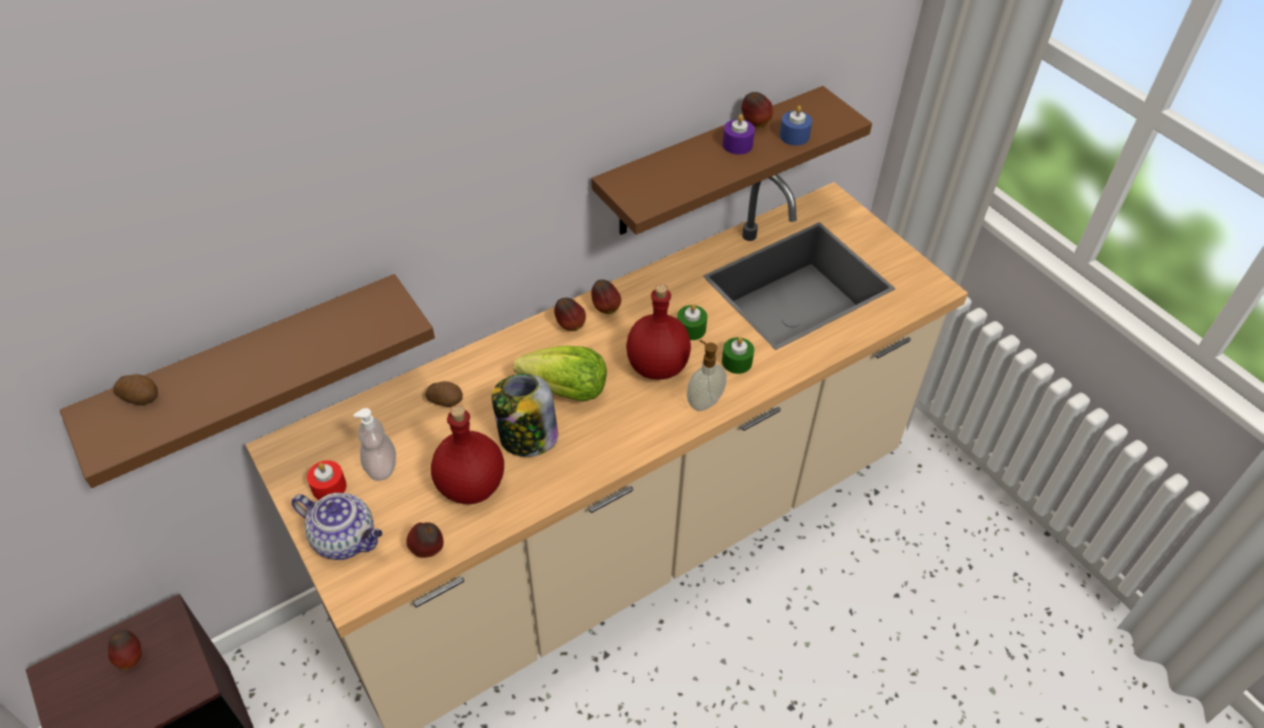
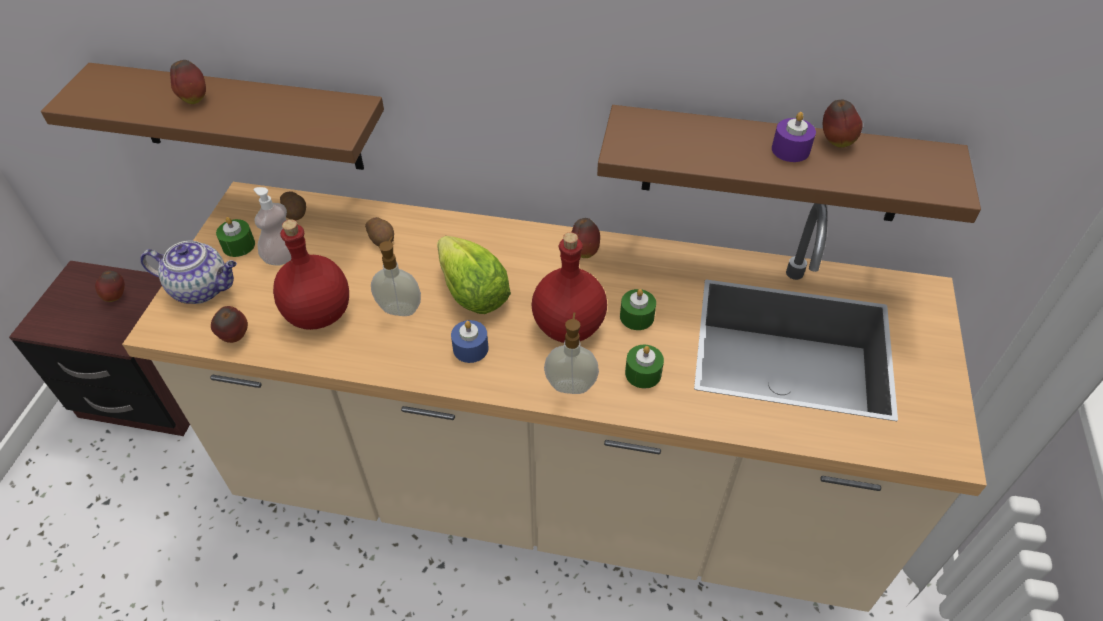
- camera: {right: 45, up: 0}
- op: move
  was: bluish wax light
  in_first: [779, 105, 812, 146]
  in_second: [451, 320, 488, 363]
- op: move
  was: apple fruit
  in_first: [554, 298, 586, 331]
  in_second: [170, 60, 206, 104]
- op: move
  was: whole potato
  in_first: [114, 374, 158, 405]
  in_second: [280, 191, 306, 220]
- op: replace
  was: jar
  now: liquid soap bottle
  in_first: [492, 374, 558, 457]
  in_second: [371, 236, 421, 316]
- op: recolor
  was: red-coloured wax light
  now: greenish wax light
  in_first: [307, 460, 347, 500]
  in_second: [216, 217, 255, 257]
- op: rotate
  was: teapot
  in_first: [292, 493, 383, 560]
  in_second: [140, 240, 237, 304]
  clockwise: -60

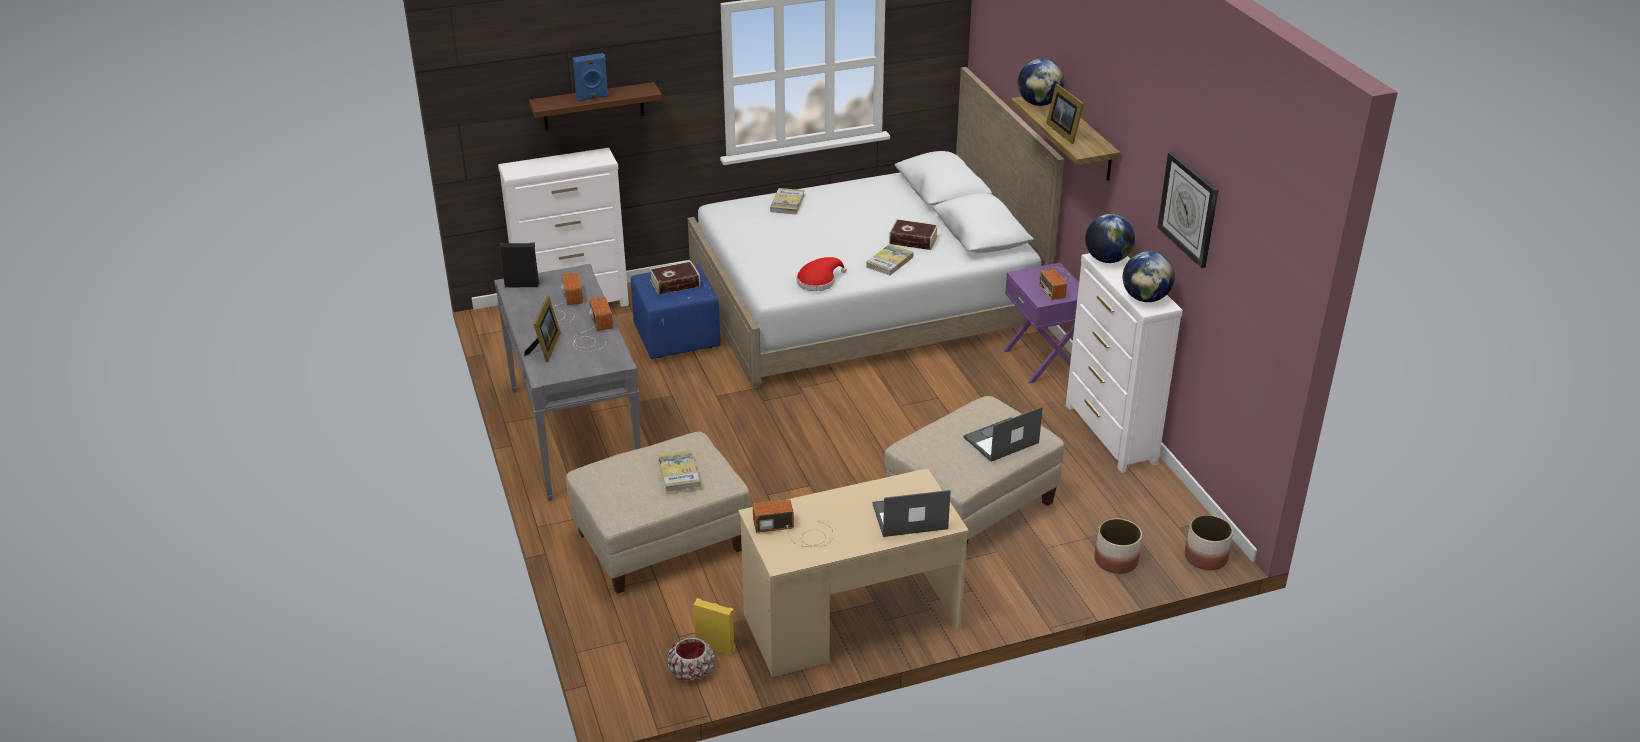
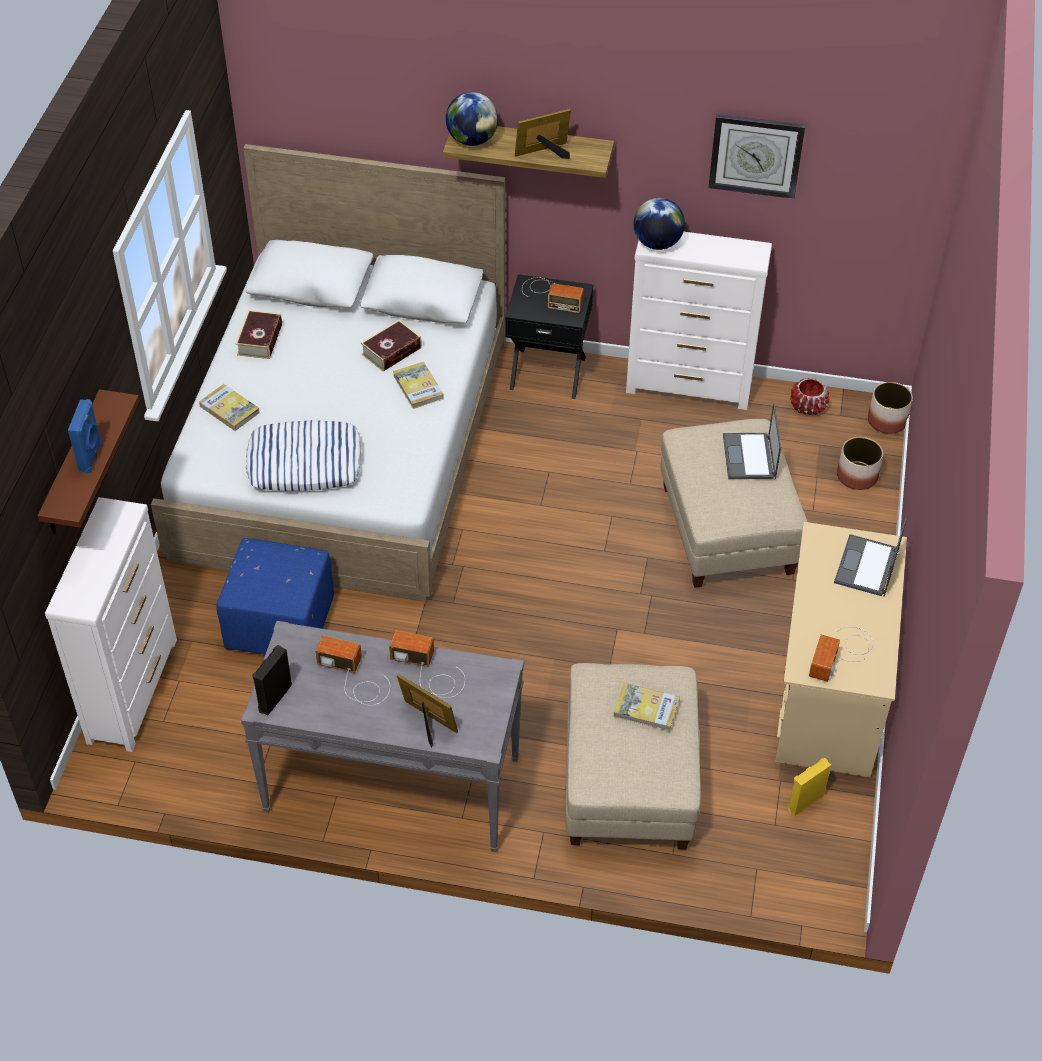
- camera: {right: -60, up: 15}
- op: rotate
  was: picture frame
  in_first: [1046, 84, 1084, 144]
  in_second: [515, 109, 571, 159]
  clockwise: 150
- op: delete
  was: world globe
  in_first: [1123, 251, 1175, 302]
- op: delete
  was: red-coloured hat
  in_first: [797, 257, 847, 291]
- op: move
  was: book
  in_first: [649, 261, 700, 295]
  in_second: [235, 310, 282, 359]
- op: recolor
  was: purple-coloured night table
  now: black-coloured night table
  in_first: [1003, 263, 1079, 383]
  in_second: [505, 274, 593, 399]
- op: move
  was: red-coloured flower pot
  in_first: [667, 637, 715, 682]
  in_second: [790, 378, 830, 415]
- op: insert
  now: throw pillow
  in_second: [246, 420, 362, 491]

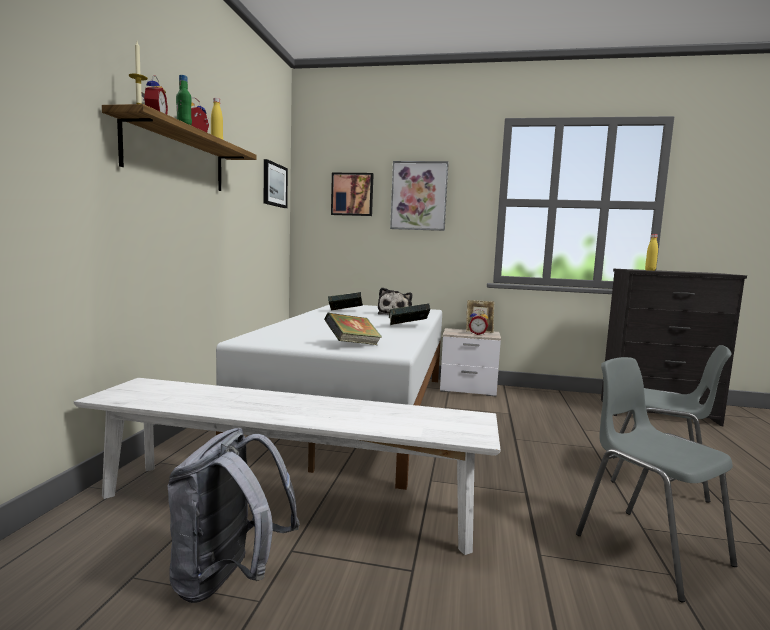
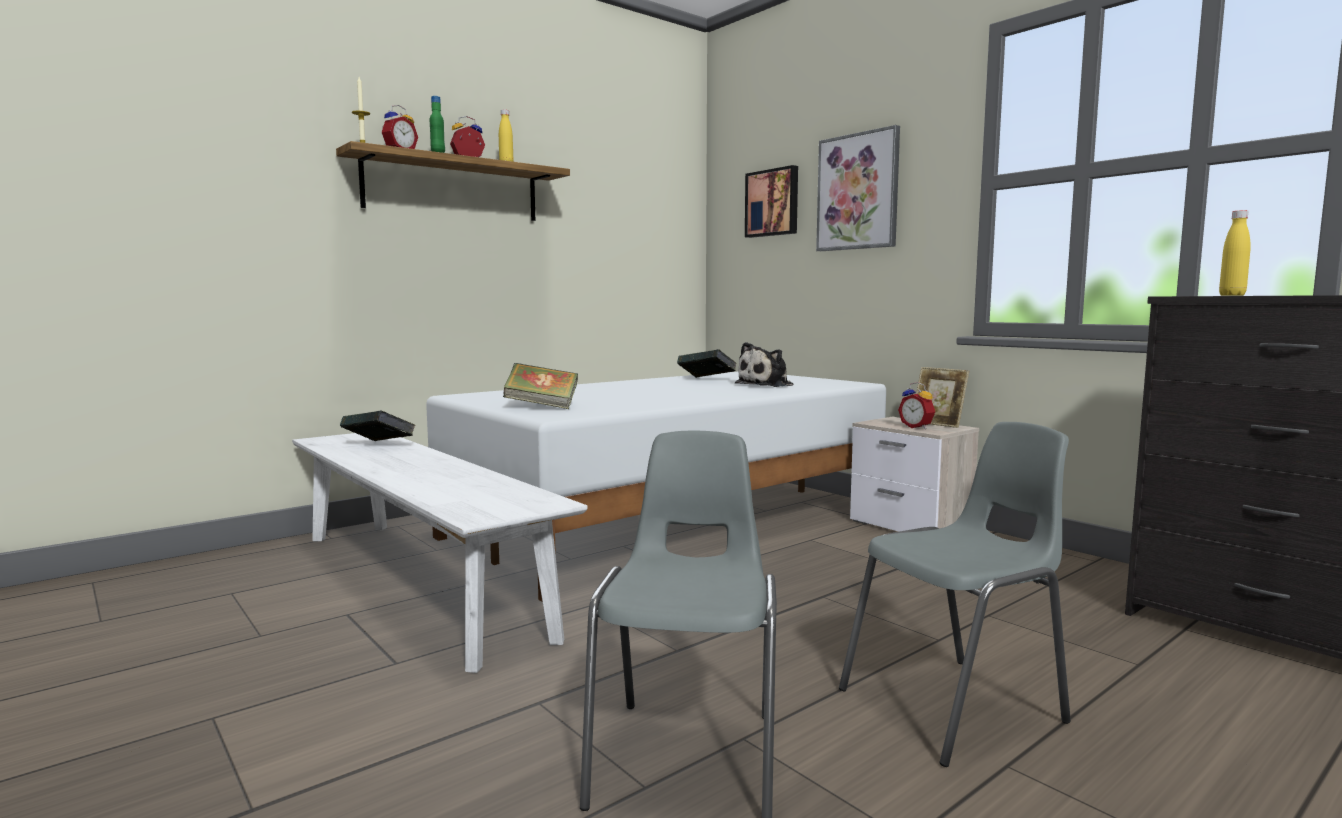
- camera: {right: 40, up: 0}
- op: delete
  was: wall art
  in_first: [264, 159, 288, 208]
- op: move
  was: book
  in_first: [389, 303, 430, 325]
  in_second: [340, 410, 416, 441]
- op: rotate
  was: greyish chair
  in_first: [611, 345, 732, 503]
  in_second: [839, 422, 1071, 767]
  clockwise: -90
- op: delete
  was: greyish rucksack
  in_first: [167, 428, 300, 603]

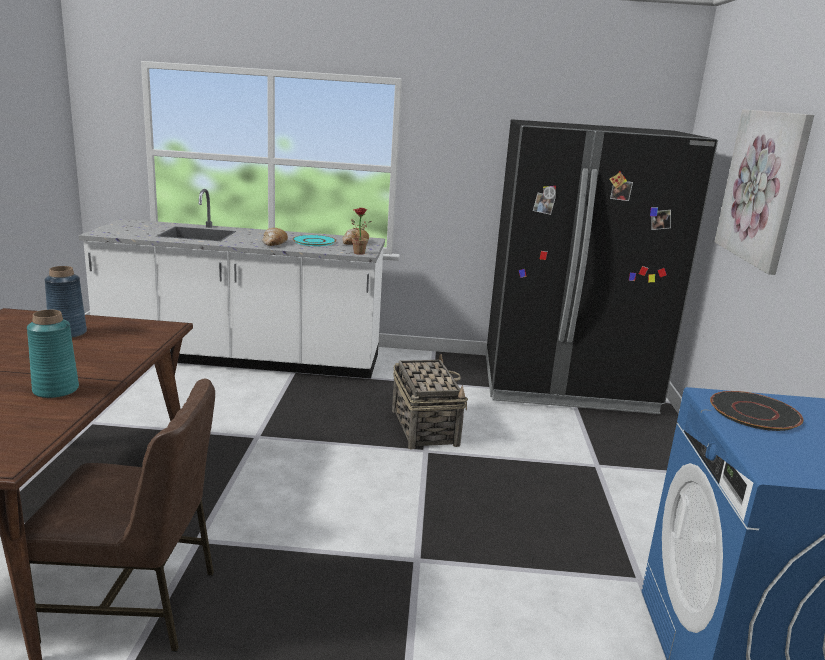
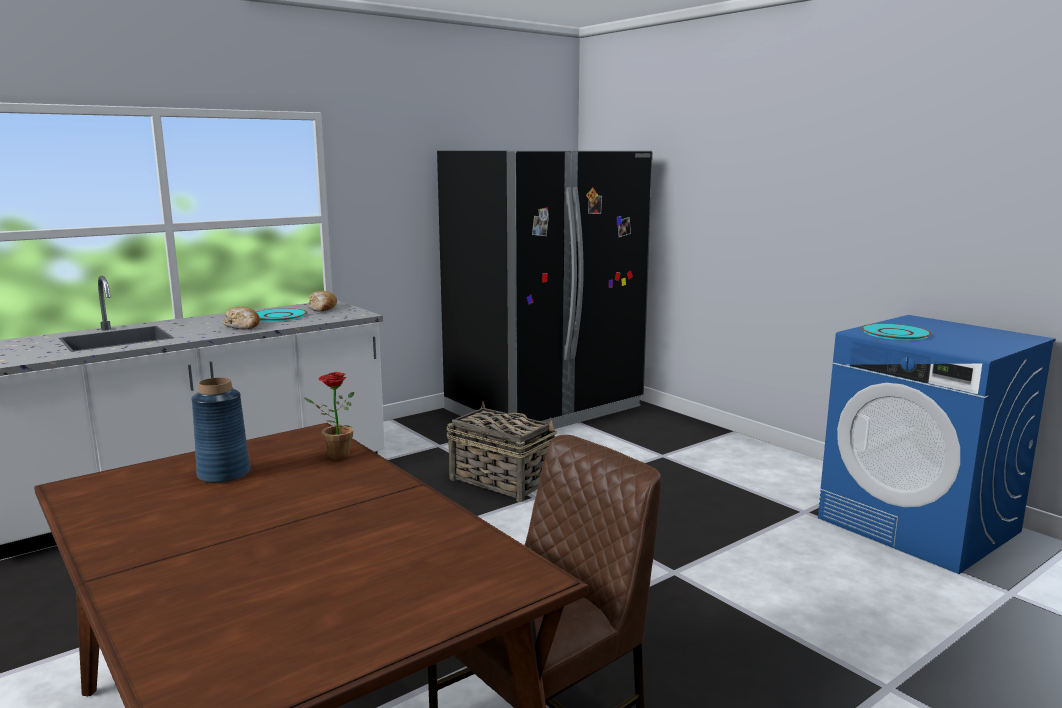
- camera: {right: -40, up: -5}
- op: delete
  was: wall art
  in_first: [715, 109, 814, 275]
- op: move
  was: plant in a pot
  in_first: [351, 208, 371, 255]
  in_second: [304, 372, 354, 460]
- op: delete
  was: turquoise vase
  in_first: [27, 310, 79, 398]
- op: recolor
  was: black-coloured plate
  now: turquoise plate
  in_first: [710, 391, 803, 431]
  in_second: [861, 324, 932, 340]

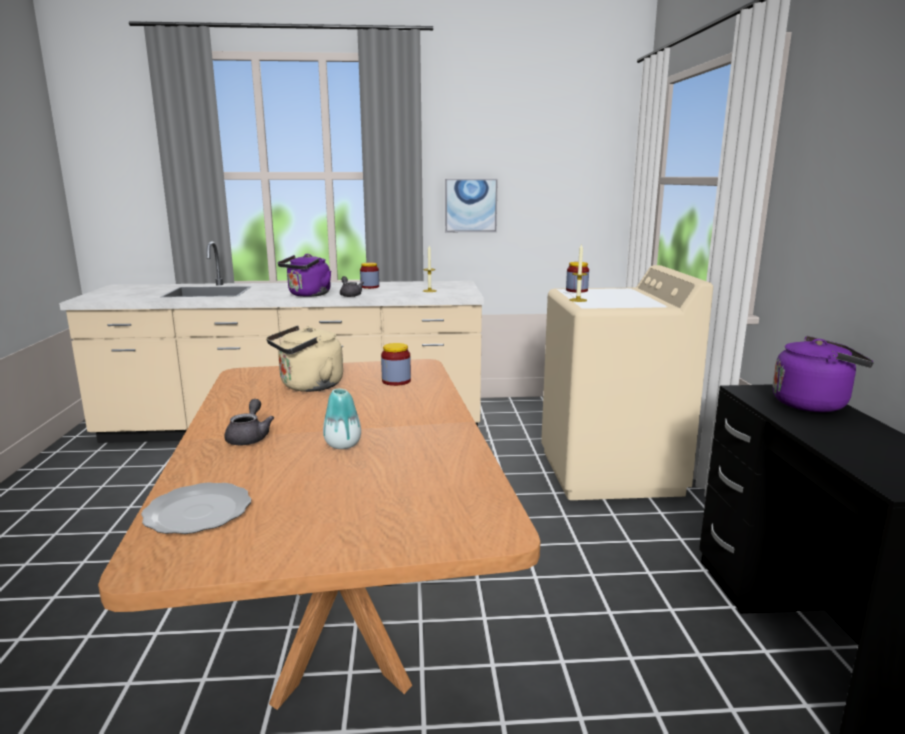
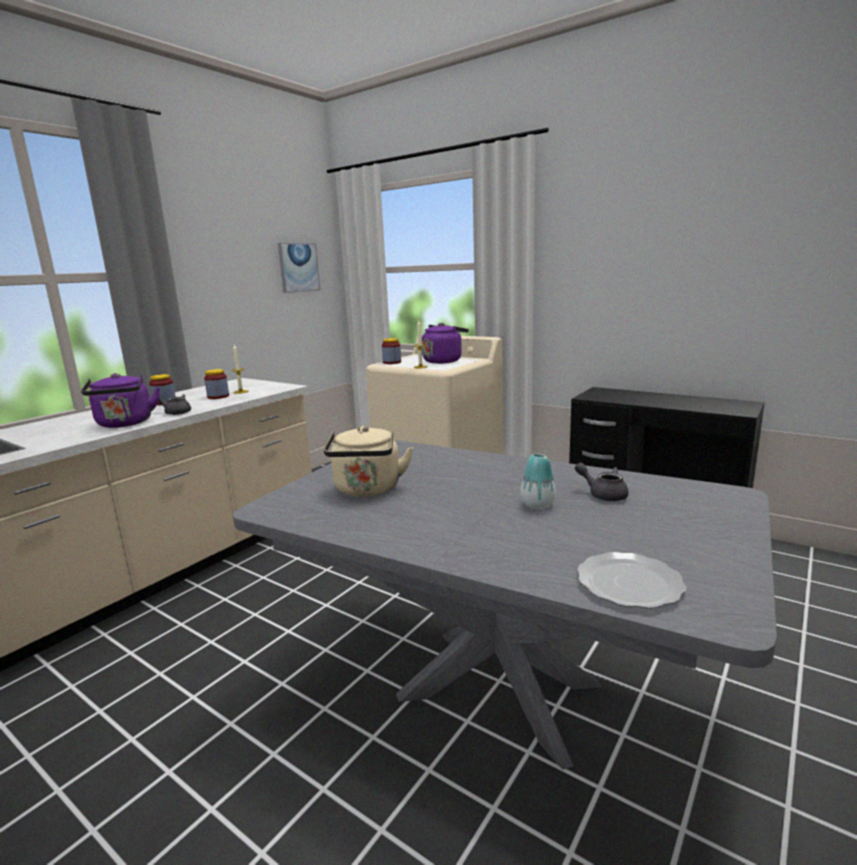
- camera: {right: -50, up: 0}
- op: move
  was: wall art
  in_first: [445, 179, 498, 232]
  in_second: [278, 243, 320, 293]
- op: move
  was: purple-coloured kettle
  in_first: [773, 336, 874, 412]
  in_second: [422, 323, 469, 364]
- op: move
  was: jar
  in_first: [381, 343, 411, 386]
  in_second: [204, 369, 229, 399]
- op: recolor
  was: brownish dinner table
  now: greyish dinner table
  in_first: [98, 359, 540, 710]
  in_second: [233, 440, 777, 770]
- op: move
  was: greyish teapot
  in_first: [224, 399, 274, 445]
  in_second: [575, 463, 629, 501]

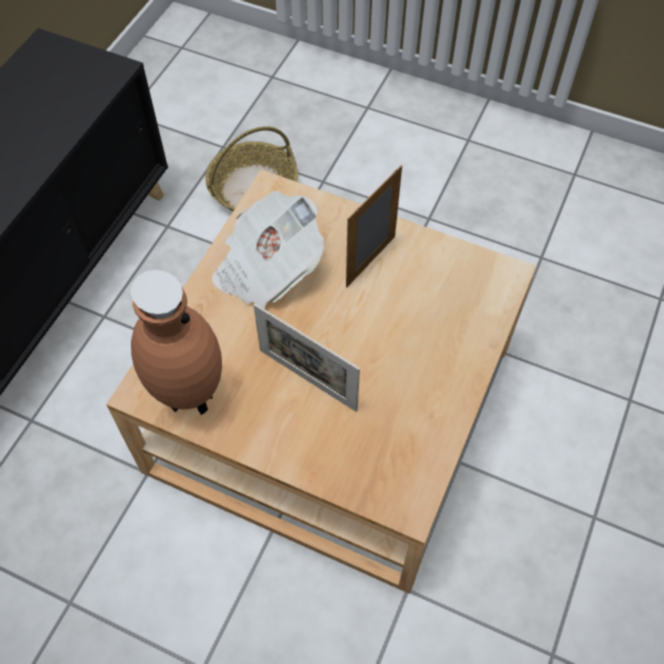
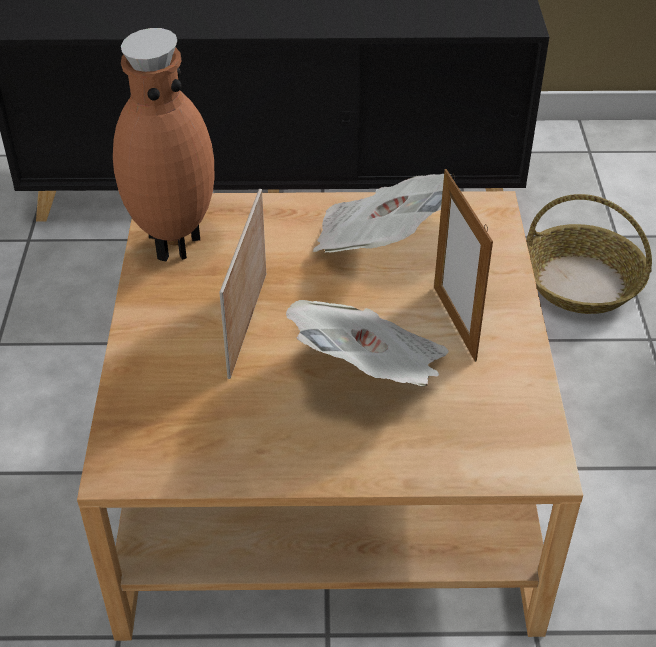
- camera: {right: 65, up: -15}
- op: rotate
  was: picture frame
  in_first: [346, 165, 402, 288]
  in_second: [434, 169, 493, 362]
  clockwise: -120
- op: insert
  now: daily paper
  in_second: [286, 300, 449, 386]

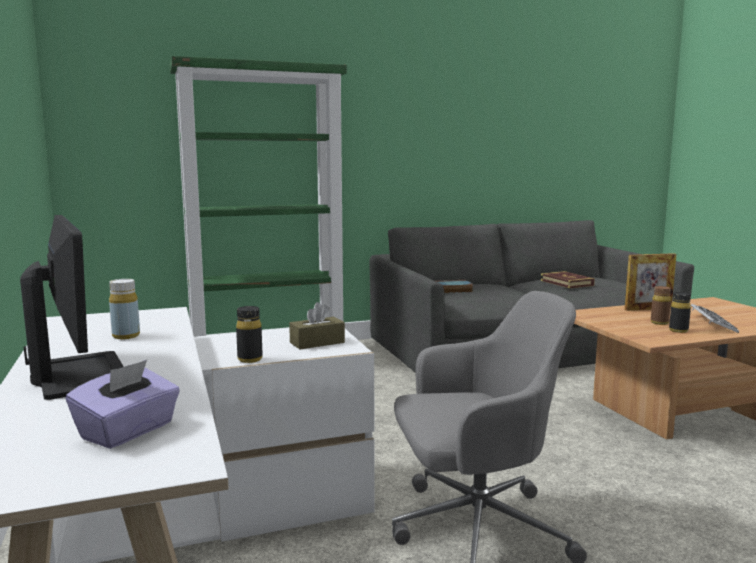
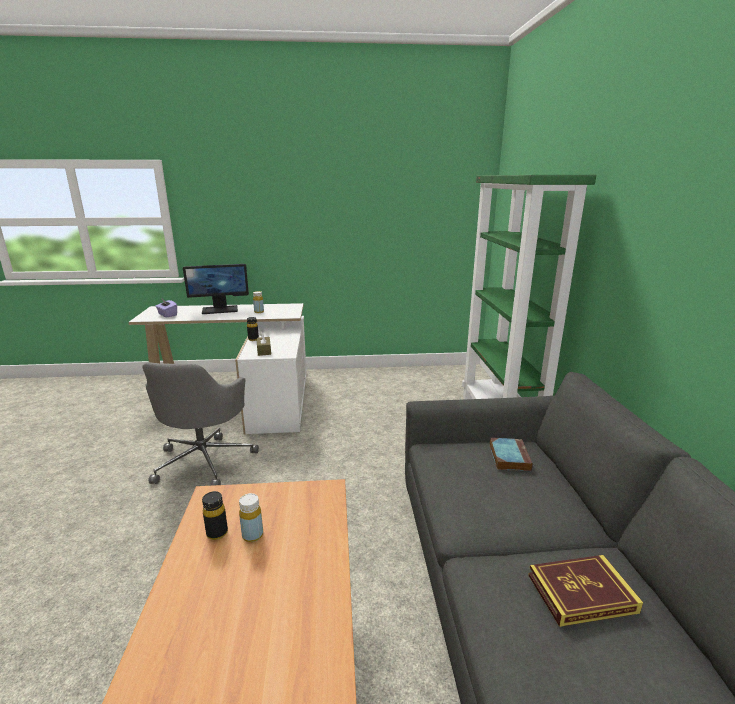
- camera: {right: 105, up: 10}
- op: delete
  was: picture frame
  in_first: [625, 253, 677, 311]
- op: recolor
  was: brownish beverage bottle
  now: yellowish beverage bottle
  in_first: [651, 286, 671, 325]
  in_second: [239, 493, 263, 542]
- op: delete
  was: PC keyboard
  in_first: [691, 304, 739, 333]

